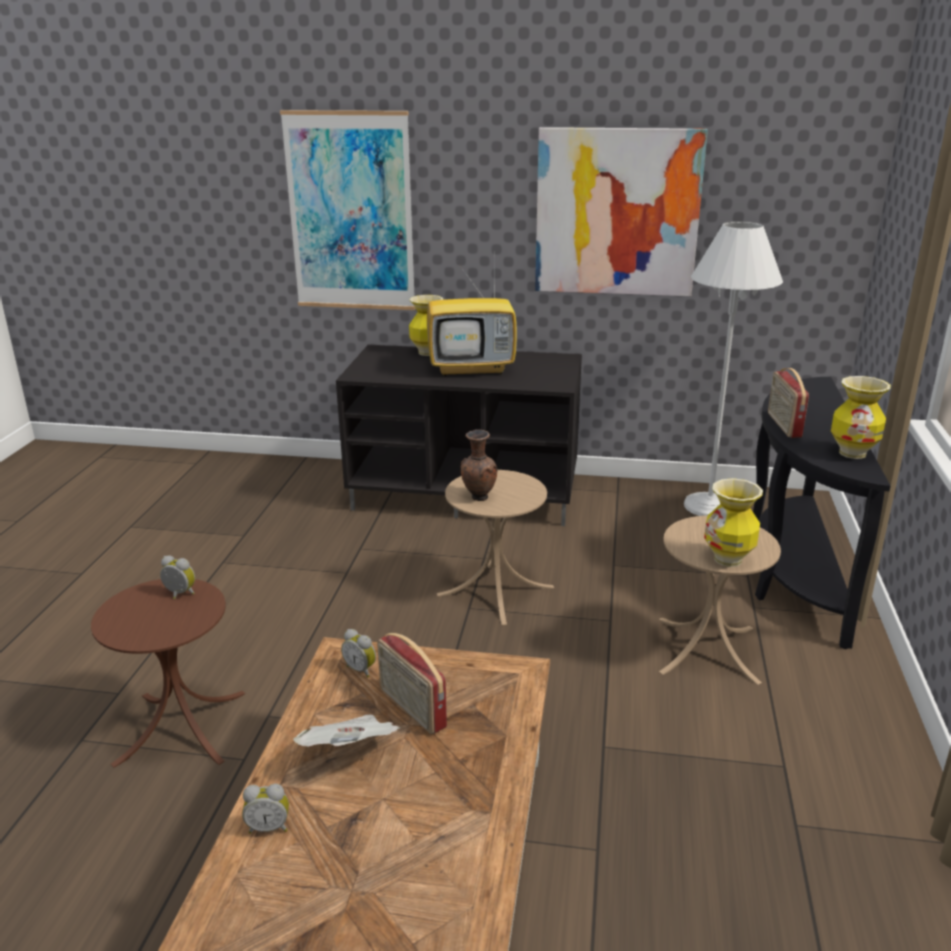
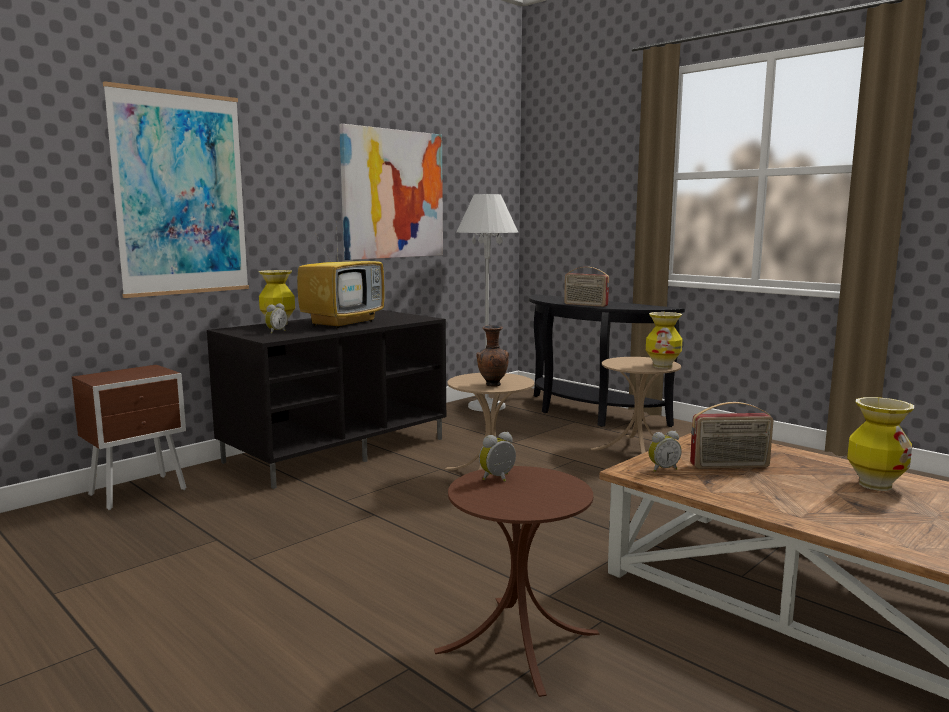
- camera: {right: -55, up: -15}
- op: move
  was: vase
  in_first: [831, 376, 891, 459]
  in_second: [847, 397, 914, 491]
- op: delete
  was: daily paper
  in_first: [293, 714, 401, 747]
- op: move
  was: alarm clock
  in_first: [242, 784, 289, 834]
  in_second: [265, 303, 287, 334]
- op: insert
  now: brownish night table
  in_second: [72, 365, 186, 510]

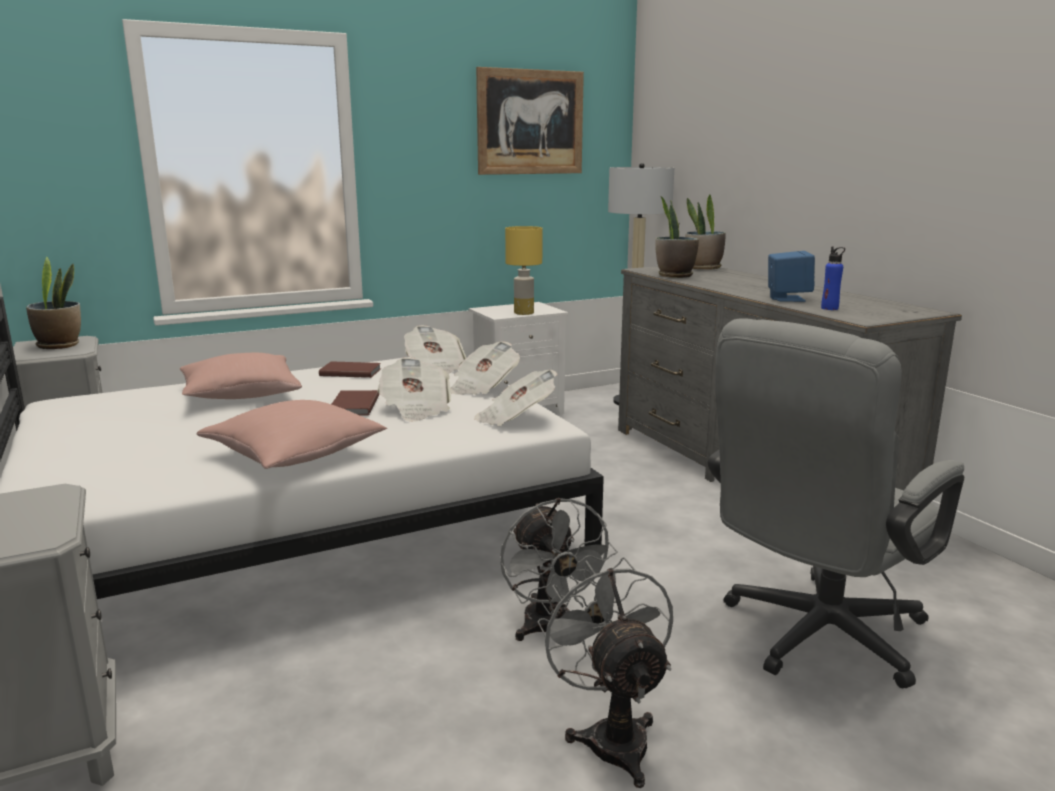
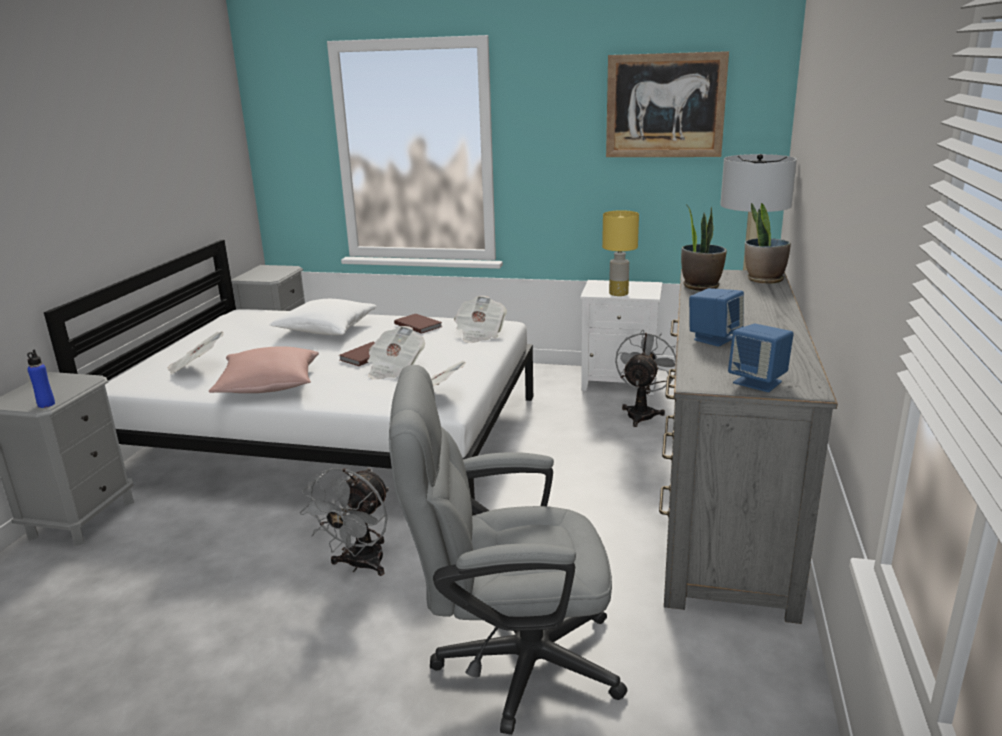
- camera: {right: 40, up: 5}
- op: move
  was: bluish beverage bottle
  in_first: [821, 247, 845, 310]
  in_second: [27, 349, 55, 408]
- op: delete
  was: plant in a pot
  in_first: [26, 257, 81, 349]
- op: move
  was: daily paper
  in_first: [450, 341, 520, 395]
  in_second: [167, 332, 224, 375]
- op: recolor
  was: pinkish throw pillow
  now: white-coloured throw pillow
  in_first: [180, 353, 302, 399]
  in_second: [270, 299, 377, 335]
- op: move
  was: greyish electric fan
  in_first: [537, 557, 673, 788]
  in_second: [615, 330, 676, 427]
- op: insert
  now: bluish speaker
  in_second: [728, 324, 794, 392]

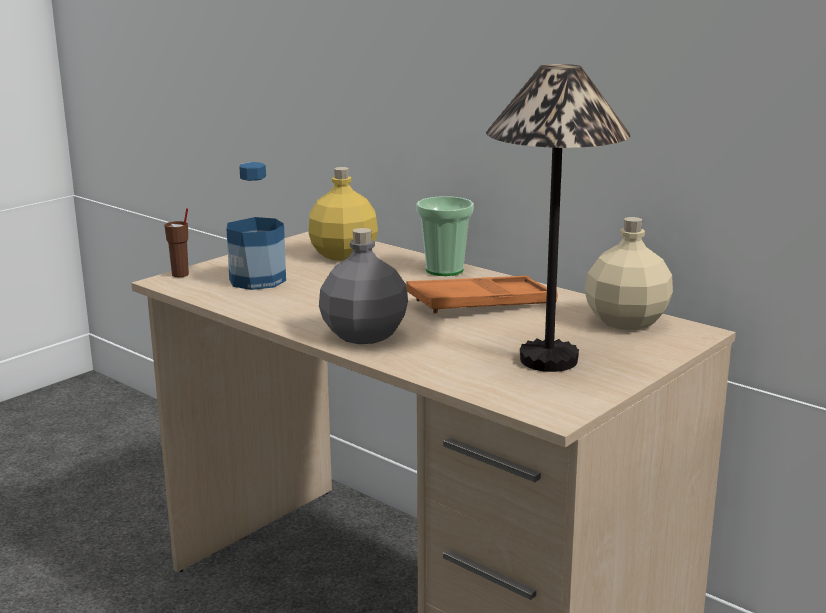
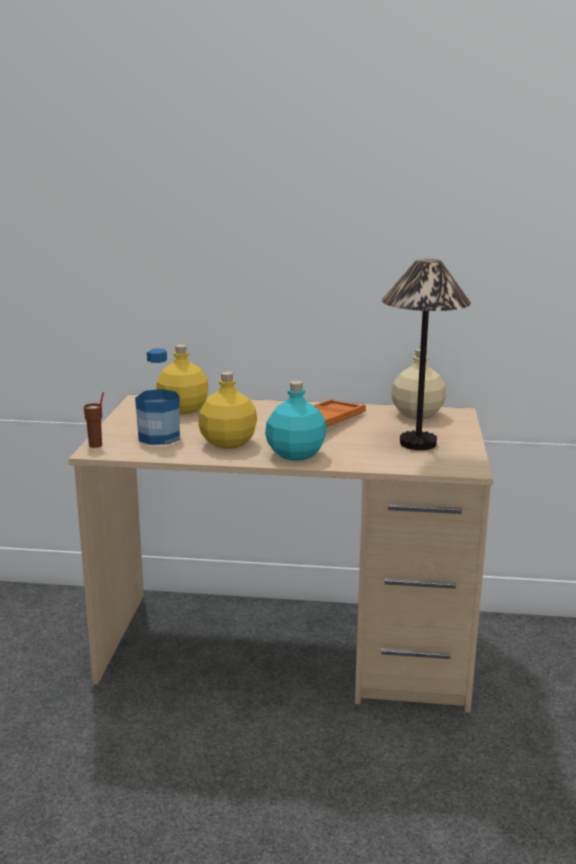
- camera: {right: -35, up: 0}
- op: delete
  was: cup
  in_first: [416, 196, 474, 276]
- op: recolor
  was: greyish beverage bottle
  now: turquoise beverage bottle
  in_first: [319, 228, 408, 344]
  in_second: [265, 381, 327, 461]
- op: insert
  now: yellowish beverage bottle
  in_second: [198, 371, 257, 449]

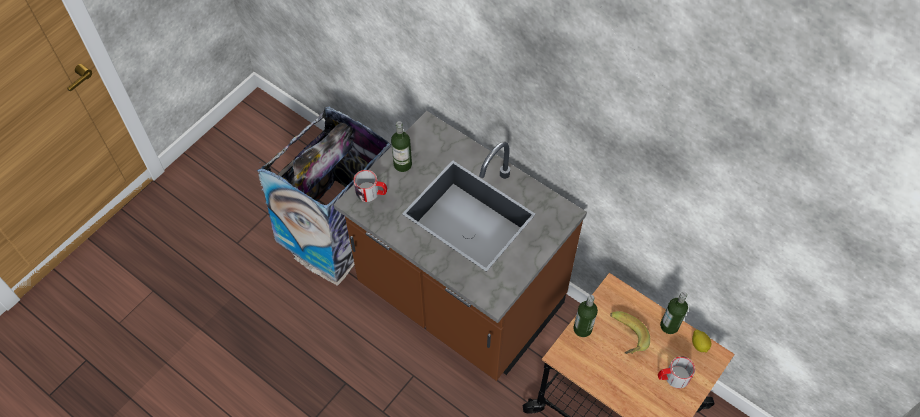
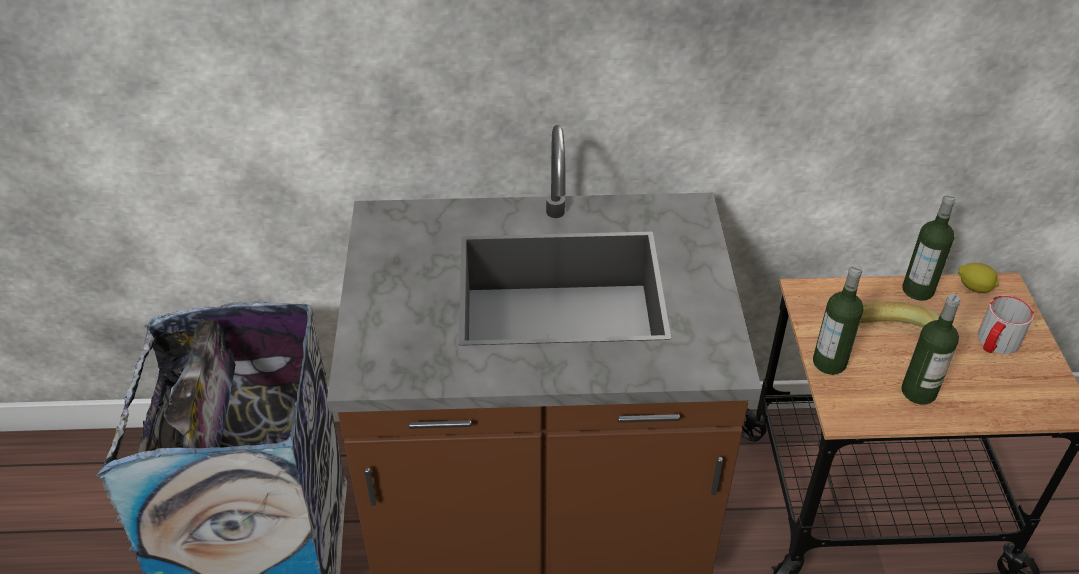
- camera: {right: -40, up: -15}
- op: move
  was: beverage bottle
  in_first: [391, 121, 412, 172]
  in_second: [902, 294, 960, 404]
- op: delete
  was: coffee mug
  in_first: [353, 170, 387, 202]

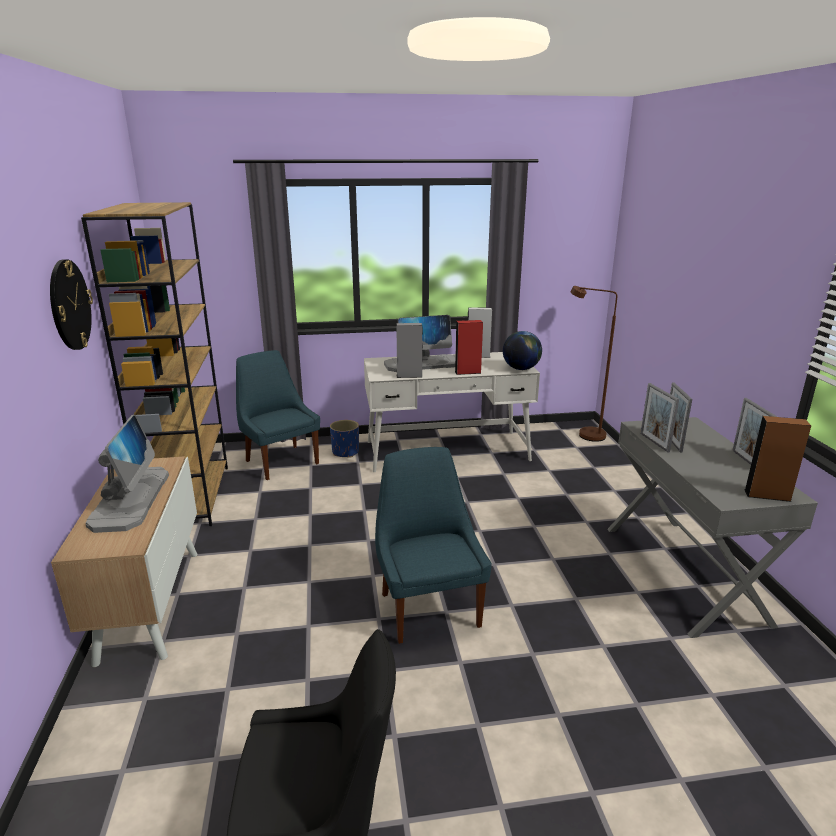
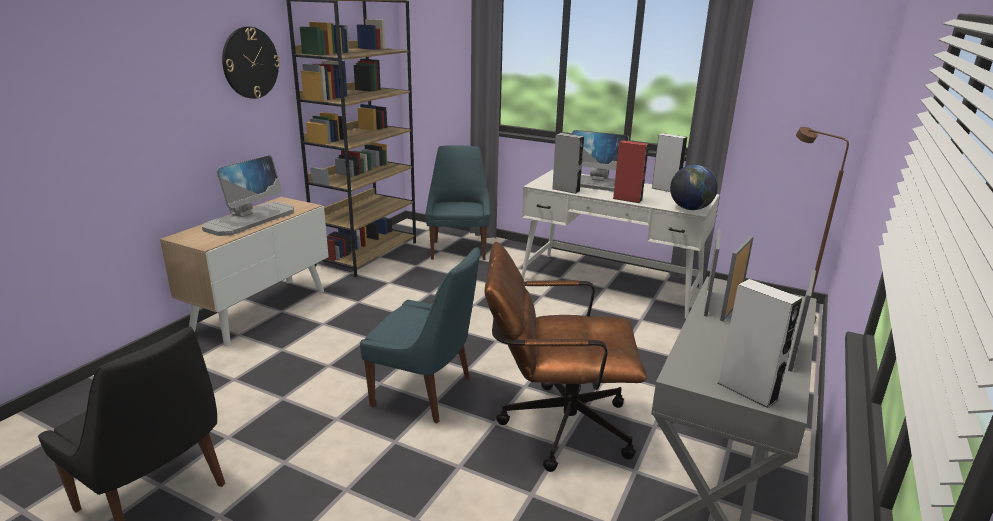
- camera: {right: 35, up: 0}
- op: recolor
  was: brownish speaker
  now: greyish speaker
  in_first: [744, 416, 811, 502]
  in_second: [718, 279, 802, 408]
- op: delete
  was: bluish flower pot
  in_first: [330, 420, 359, 457]
- op: rotate
  was: bluish chair
  in_first: [375, 447, 492, 644]
  in_second: [360, 247, 480, 424]
  clockwise: 90
- op: insert
  now: brownish office chair
  in_second: [485, 242, 646, 472]

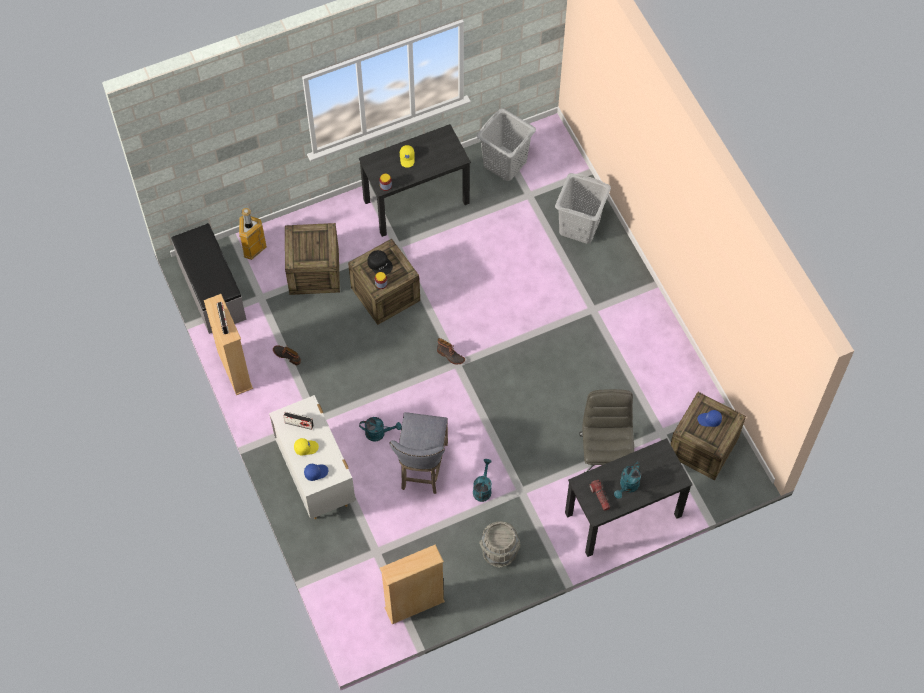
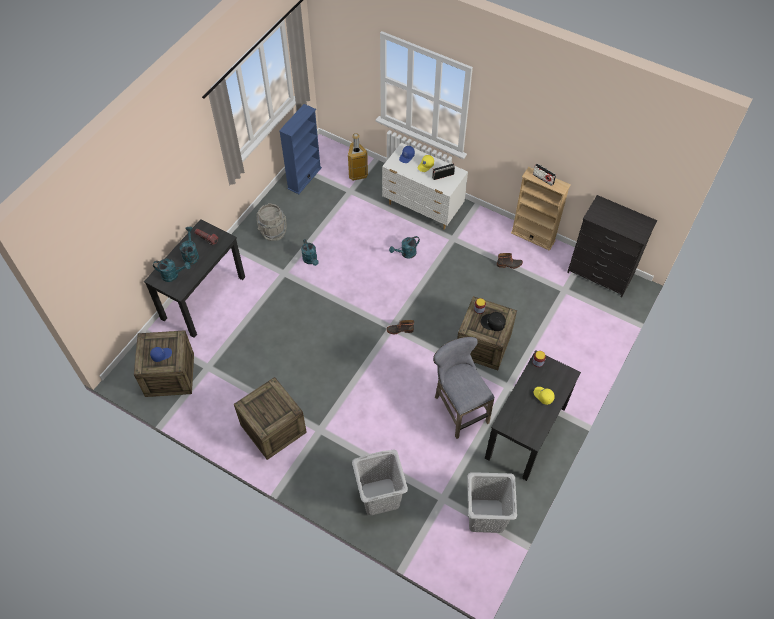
- camera: {right: 145, up: -5}
- op: move
  was: trash can
  in_first: [239, 208, 267, 260]
  in_second: [348, 133, 368, 181]
- op: replace
  was: greyish long seat
  now: black-coloured drawer chest
  in_first: [171, 223, 247, 334]
  in_second: [567, 195, 657, 297]
- op: move
  was: crate
  in_first: [285, 223, 340, 295]
  in_second: [234, 377, 307, 460]
- op: delete
  was: greyish office chair
  in_first: [580, 389, 634, 474]
- op: move
  was: greyish sitting stool
  in_first: [390, 412, 448, 494]
  in_second: [433, 337, 495, 439]
- op: recolor
  was: beige-coloured bookshelf
  now: bluish bookshelf
  in_first: [380, 544, 445, 624]
  in_second: [279, 104, 322, 194]
- op: insert
  now: turquoise watering can
  in_second: [153, 259, 190, 282]

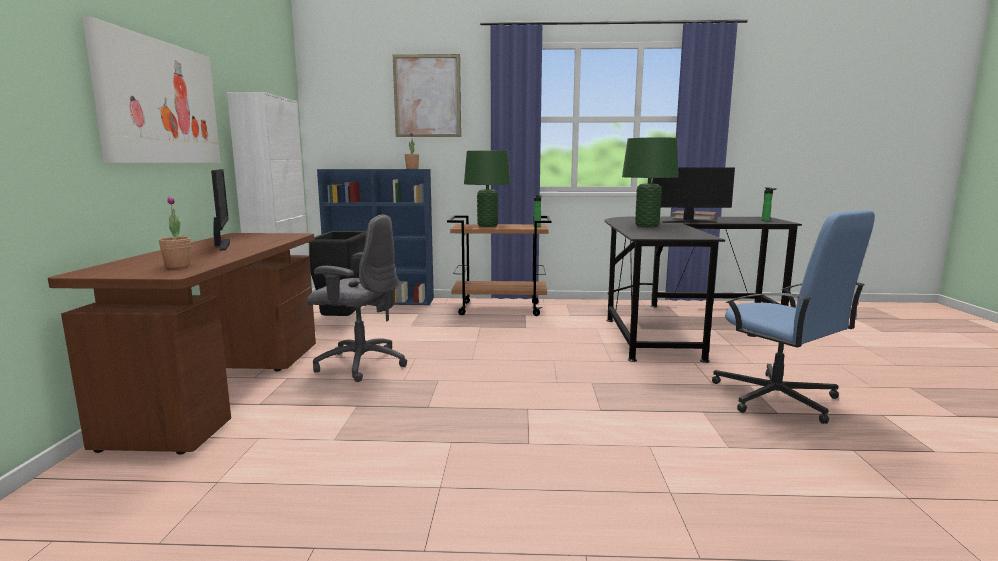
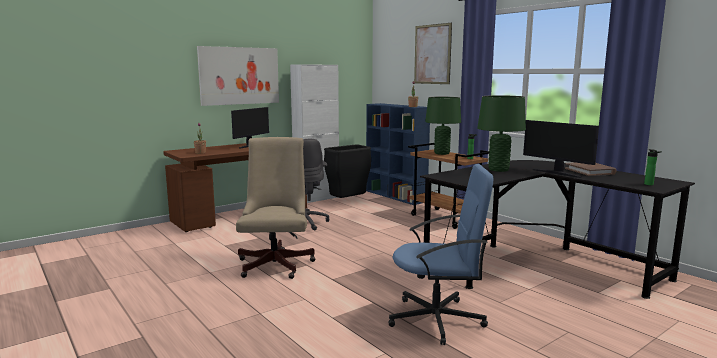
- camera: {right: 50, up: 0}
- op: rotate
  was: bluish office chair
  in_first: [712, 210, 875, 424]
  in_second: [389, 164, 493, 345]
  clockwise: -105
- op: insert
  now: beige-coloured office chair
  in_second: [236, 137, 316, 279]

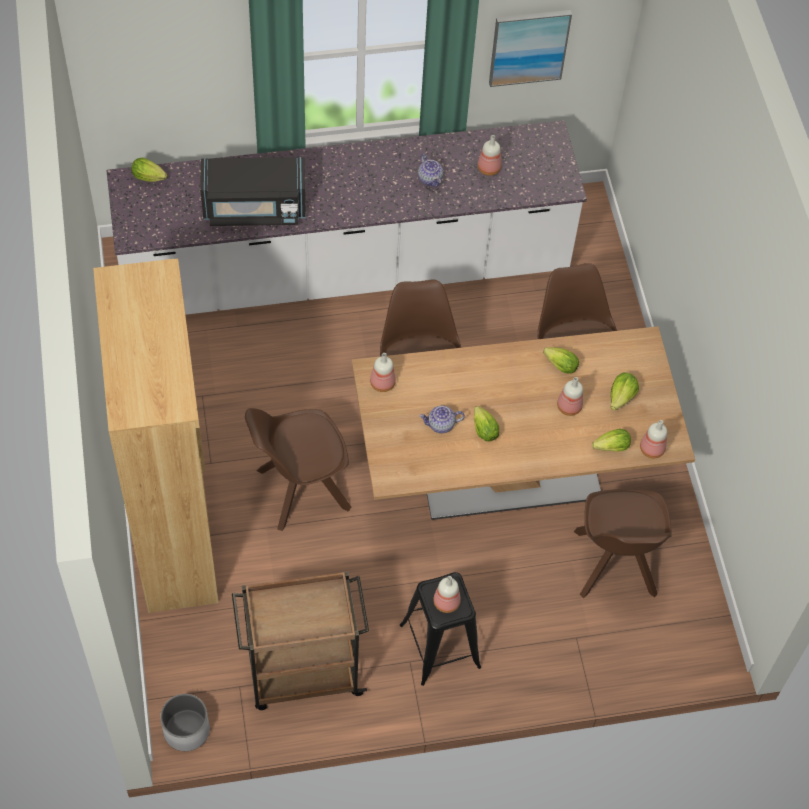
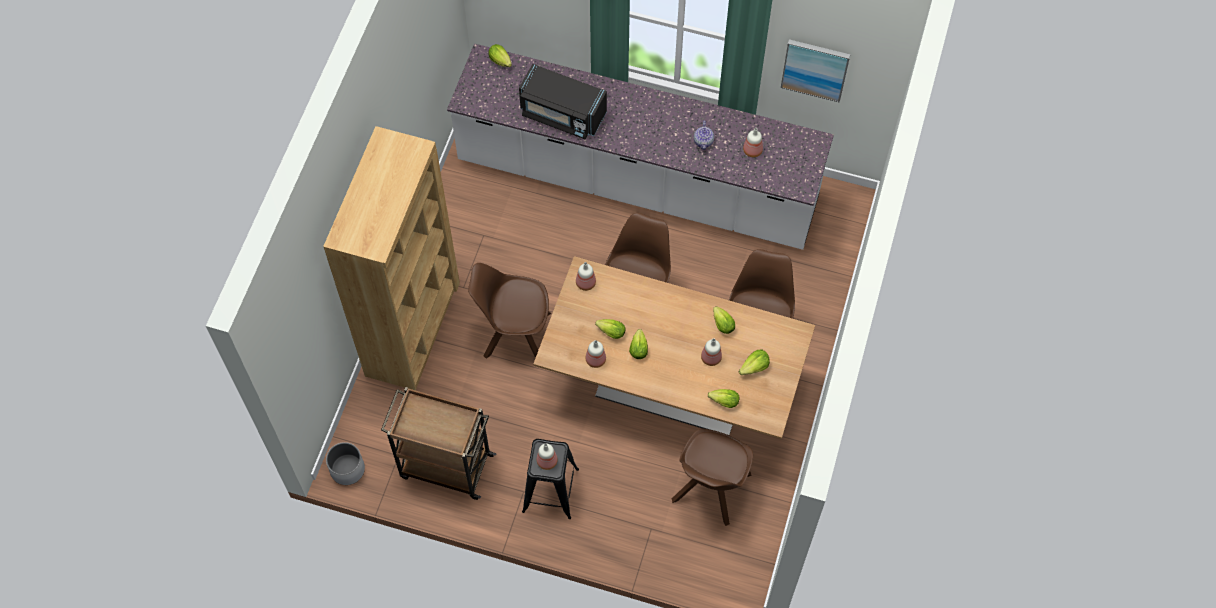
- camera: {right: 30, up: 5}
- op: replace
  was: teapot
  now: head of lettuce
  in_first: [419, 406, 465, 433]
  in_second: [595, 319, 626, 339]
- op: move
  was: beverage bottle
  in_first: [640, 420, 667, 458]
  in_second: [585, 340, 606, 368]

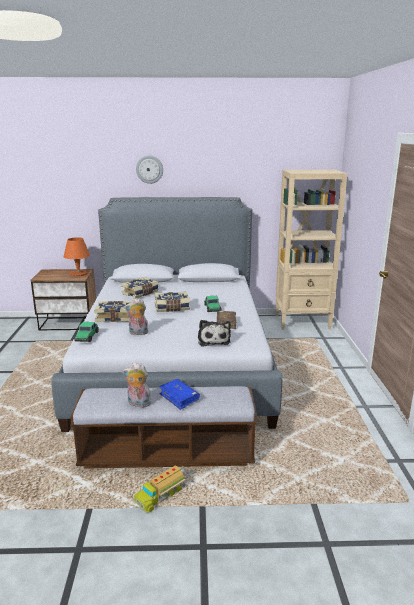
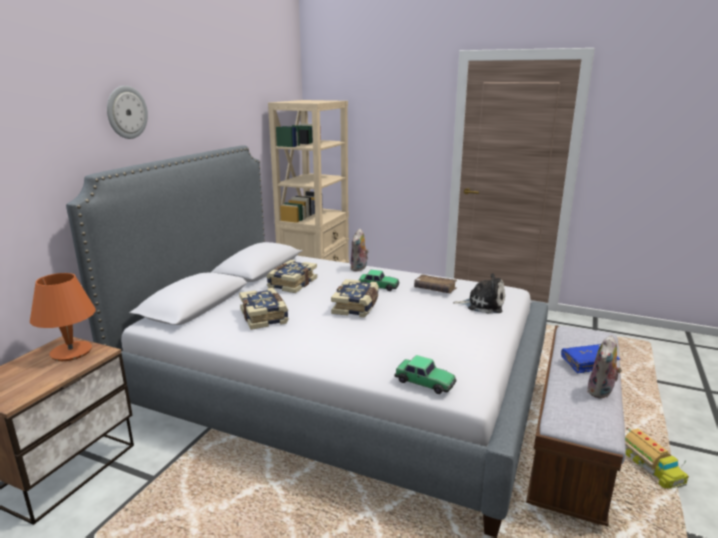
- camera: {right: -65, up: 0}
- op: move
  was: cuddly toy
  in_first: [124, 298, 149, 335]
  in_second: [350, 229, 369, 272]
- op: move
  was: book
  in_first: [94, 301, 131, 322]
  in_second: [266, 260, 317, 293]

